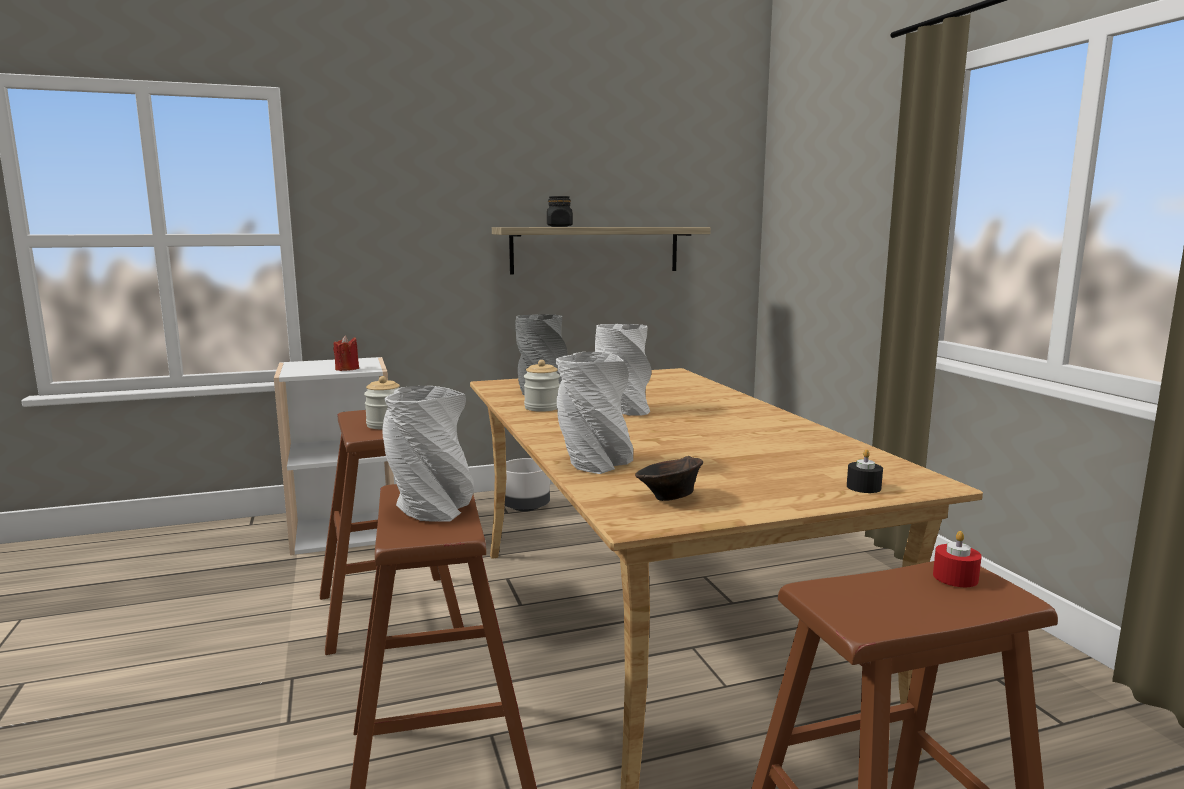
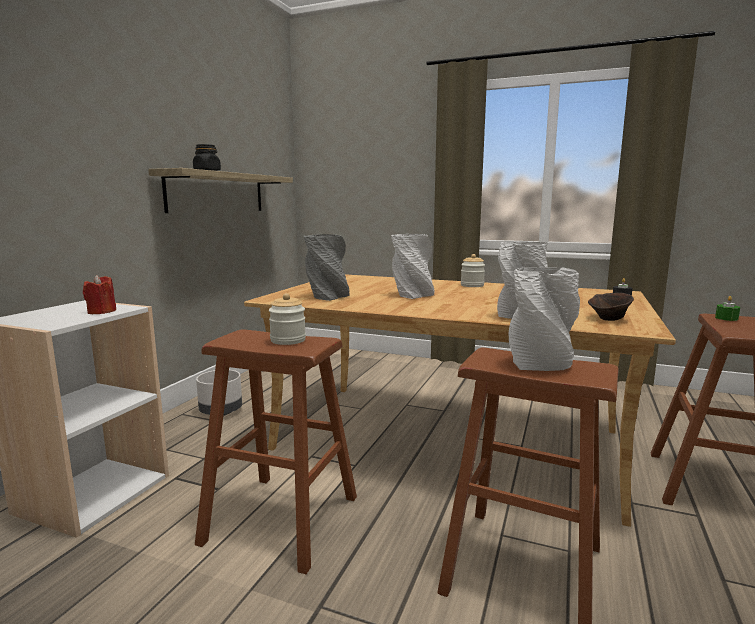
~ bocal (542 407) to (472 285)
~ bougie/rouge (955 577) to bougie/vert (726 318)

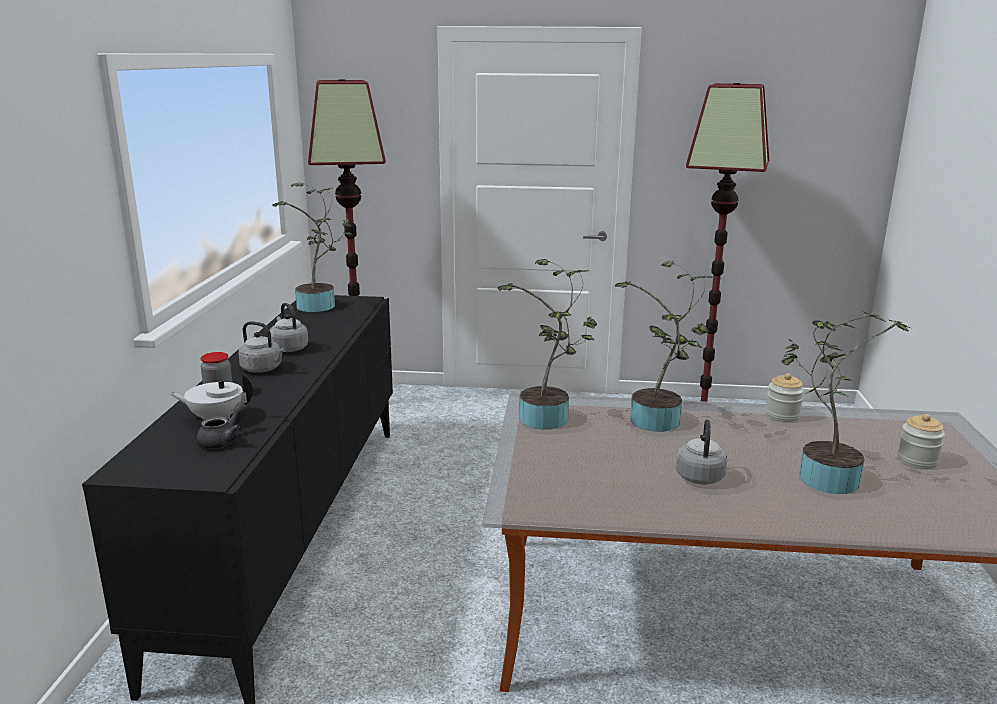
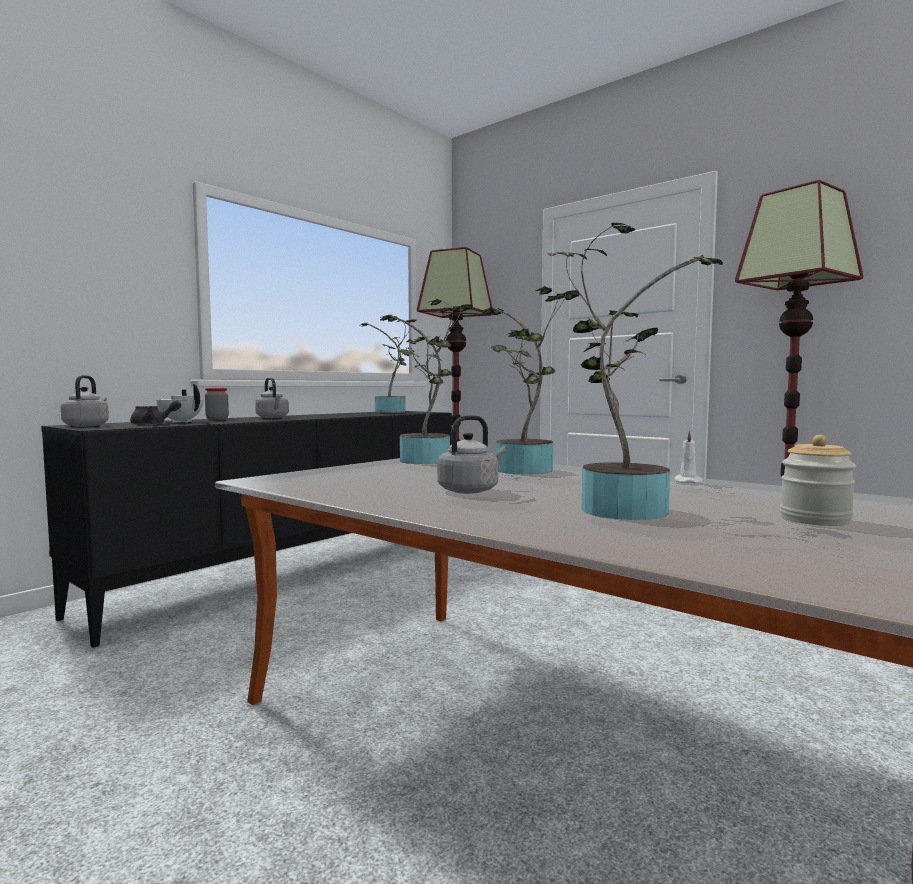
~ bouilloire/gris (288 348) to (87 426)
~ bocal (782 415) to bougie/blanc (687 482)

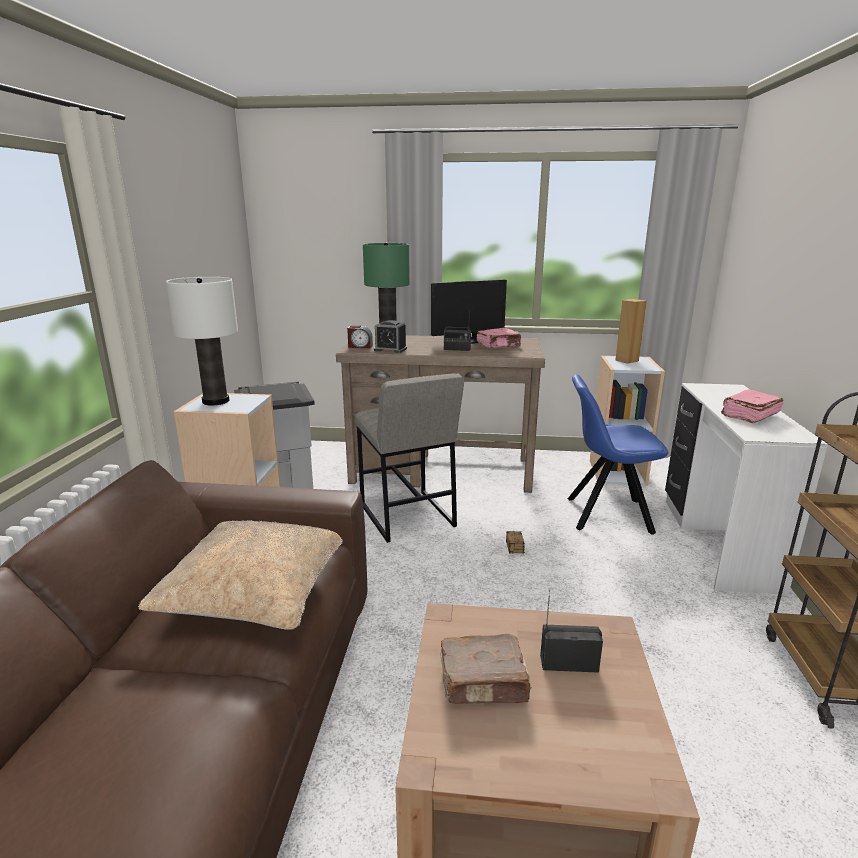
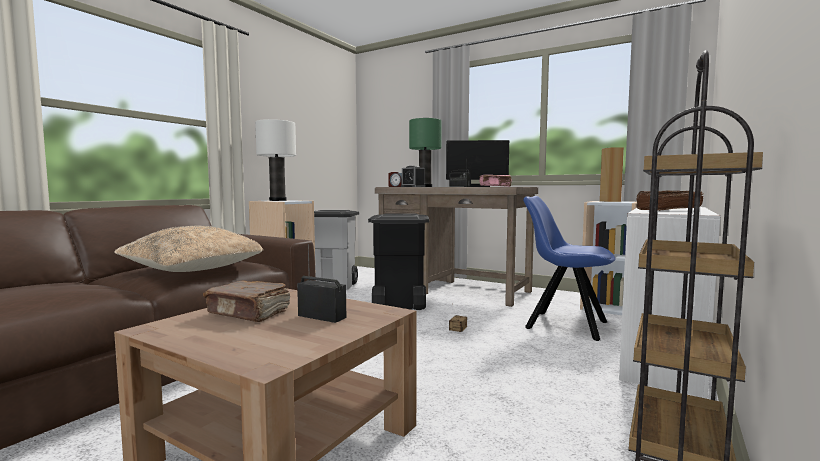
~ chaise/gris (408 516) to poubelle/noir (398 305)
~ livre/rose (749 415) to livre/marron (667 210)

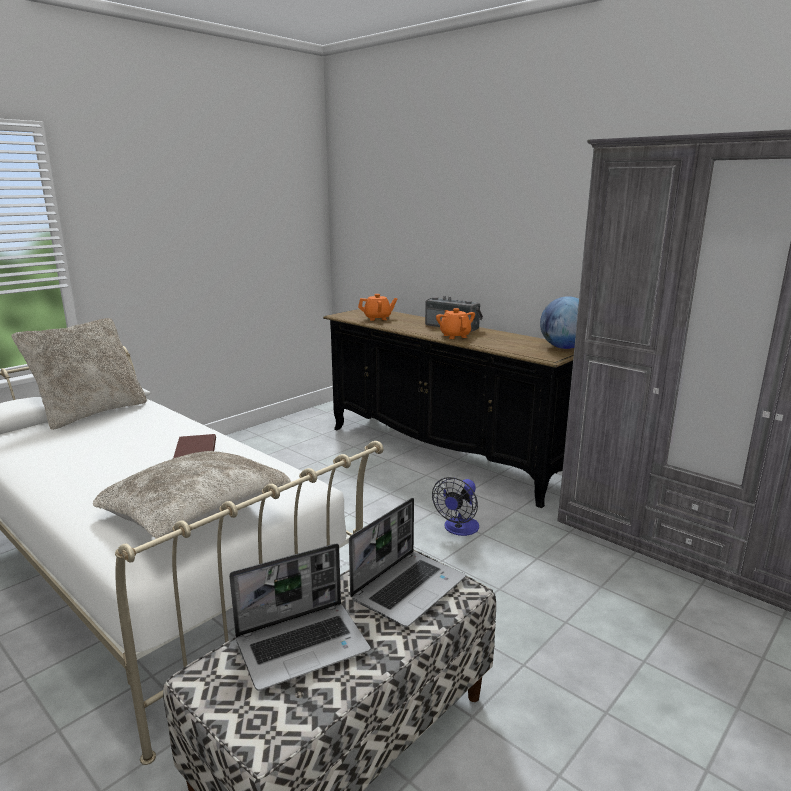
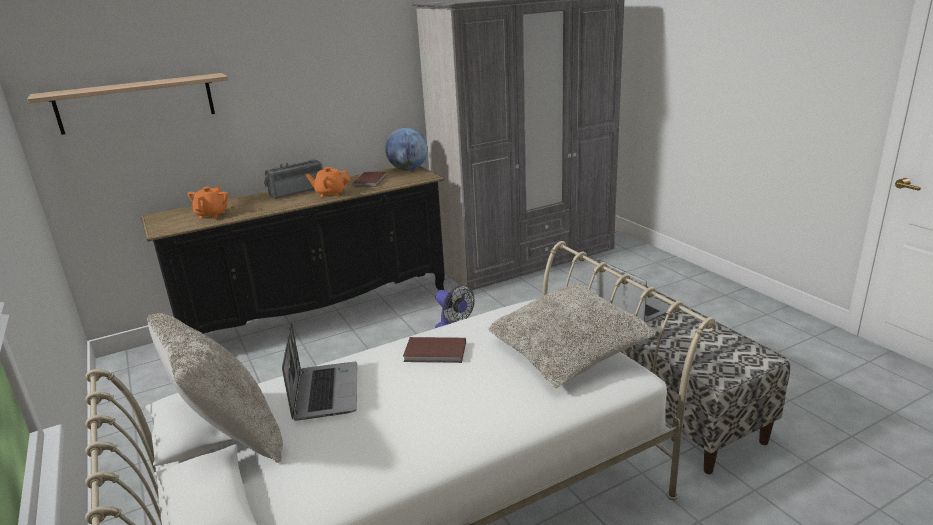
~ ordinateur portable (303 645) to (325 391)
+ étagère (136 103)
+ livre/marron (371 181)

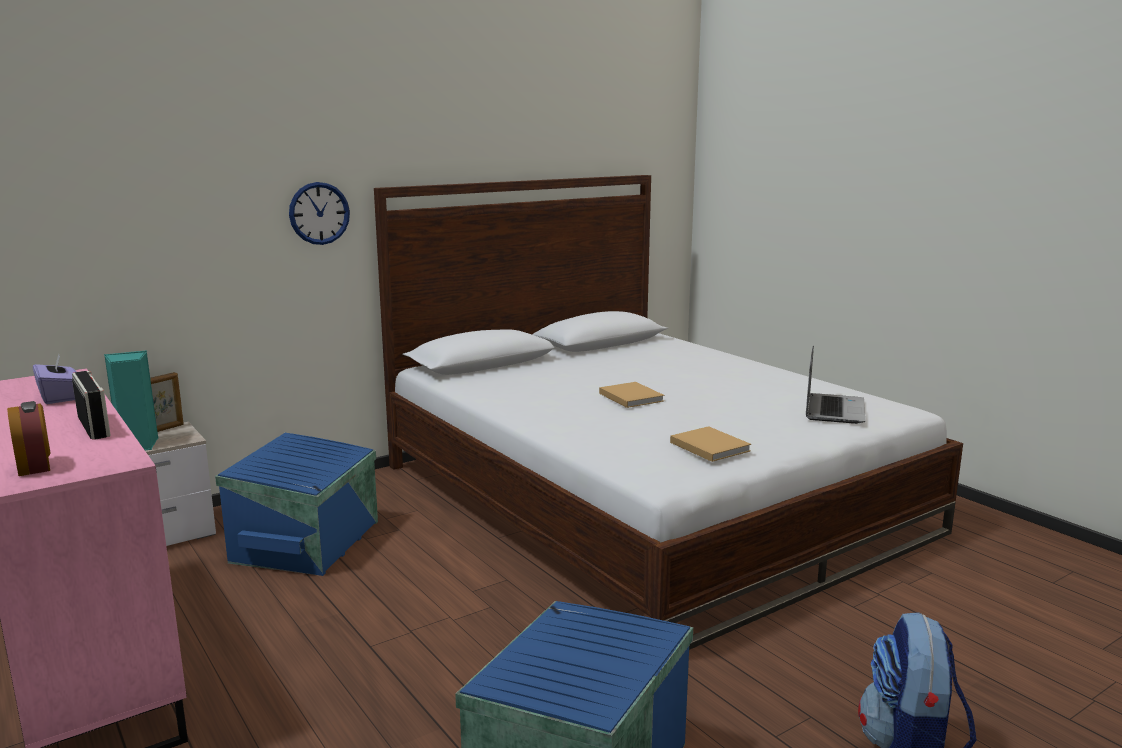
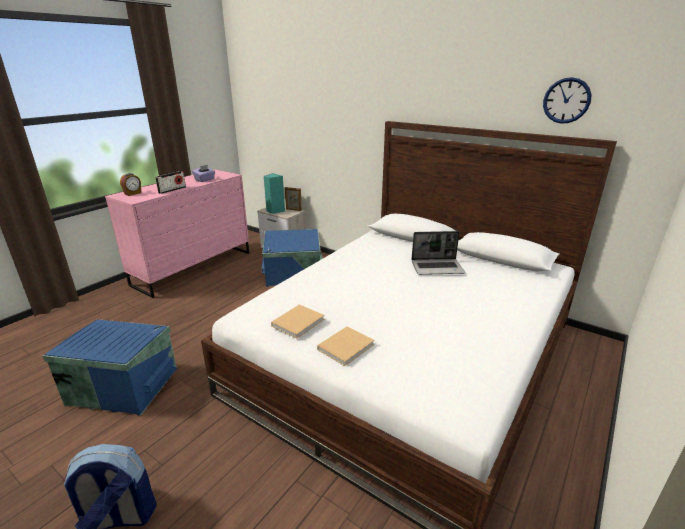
~ horloge murale (319 213) to (566 100)
~ livre/beige (630 396) to (347 346)
~ ordinateur portable (833 410) to (437 267)

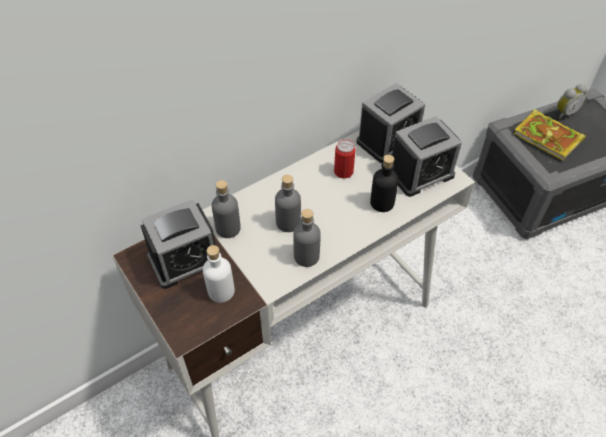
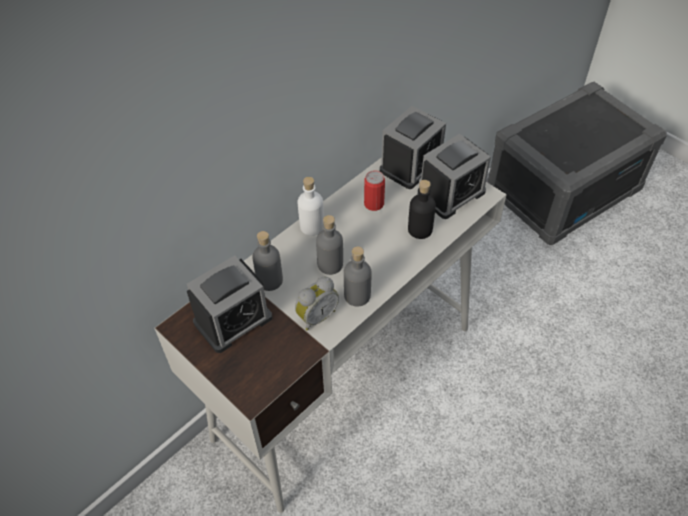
~ bouteille/blanc (221 291) to (312 226)
- livre (549 138)
~ réveil (564 113) to (316 316)

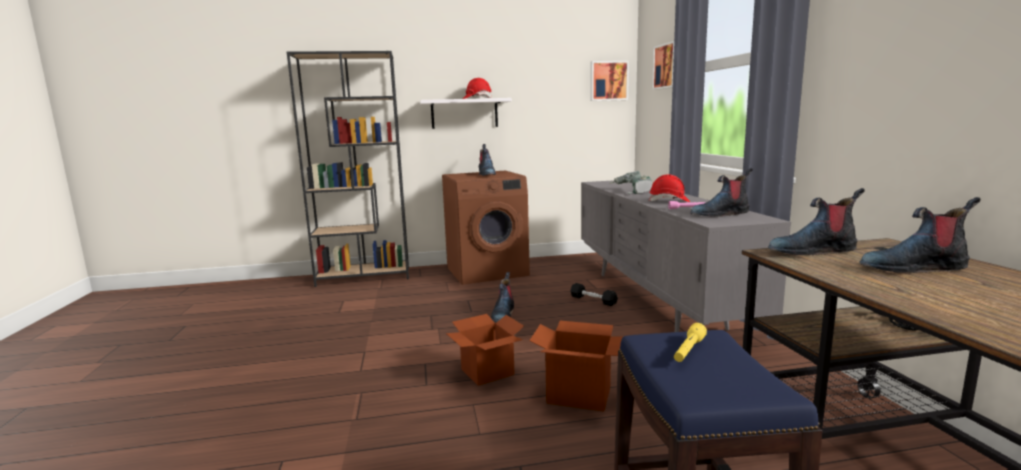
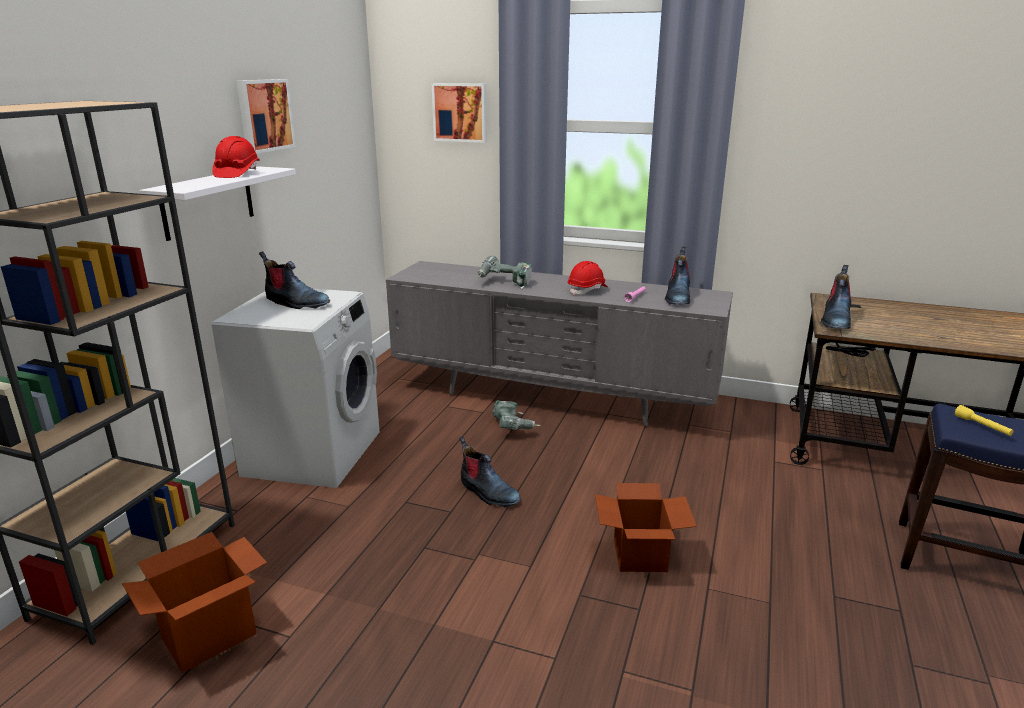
~ lave-linge/marron (487 271) to lave-linge/blanc (315 452)
~ carton (579 395) to (210 636)
~ haltère/noir (593 300) to perceuse (514 427)
~ tableau (608 81) to (264 115)
- botte (912 268)

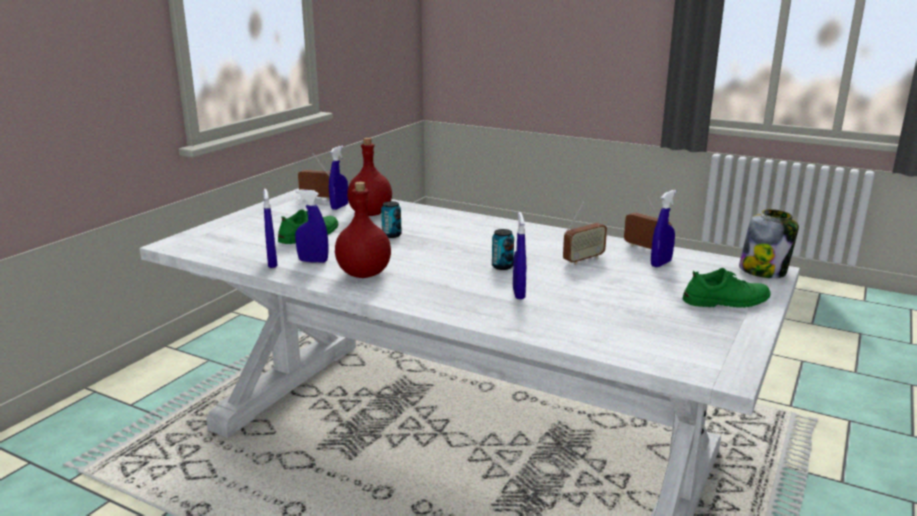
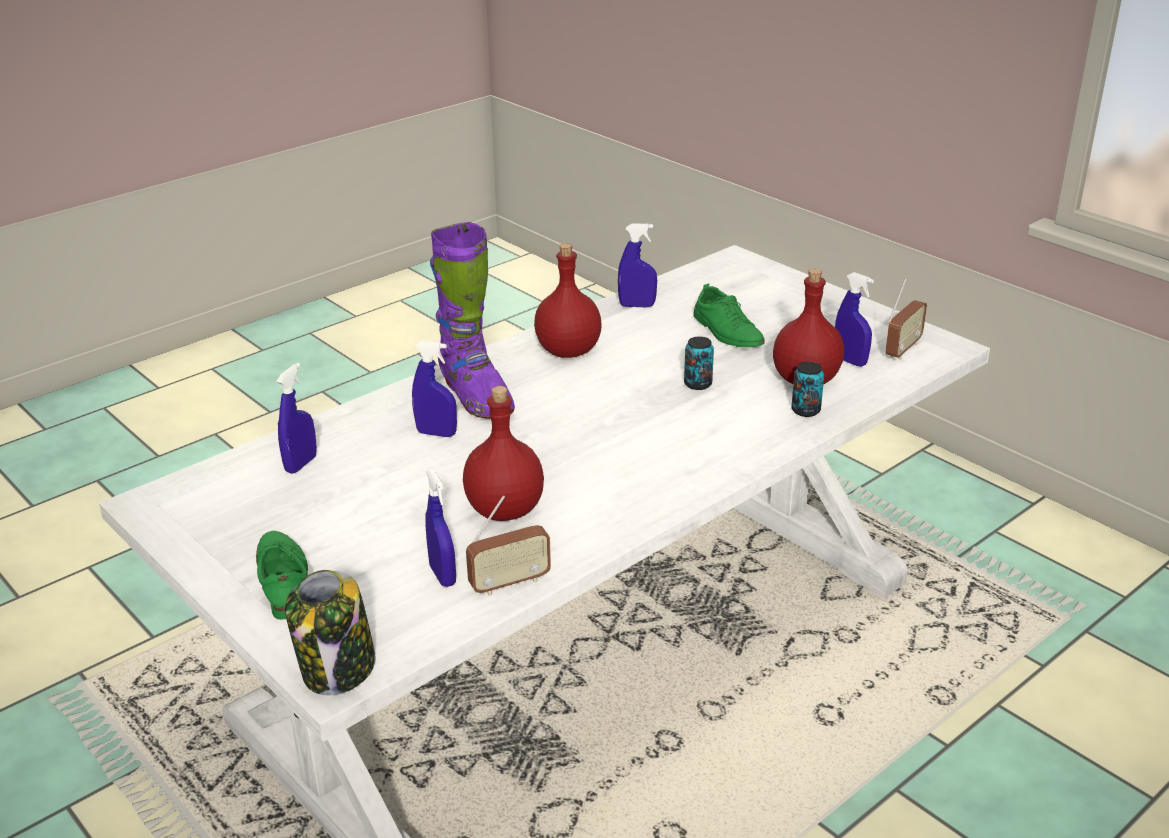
~ vaporisateur/bleu (313 261) to (301 464)
~ boîte métallique (502 266) to (805 410)
~ radio (583 260) to bouteille/rouge (506 510)
~ chaussure/vert (726 301) = (284 581) 150 degrees clockwise
+ botte/violet (475 397)

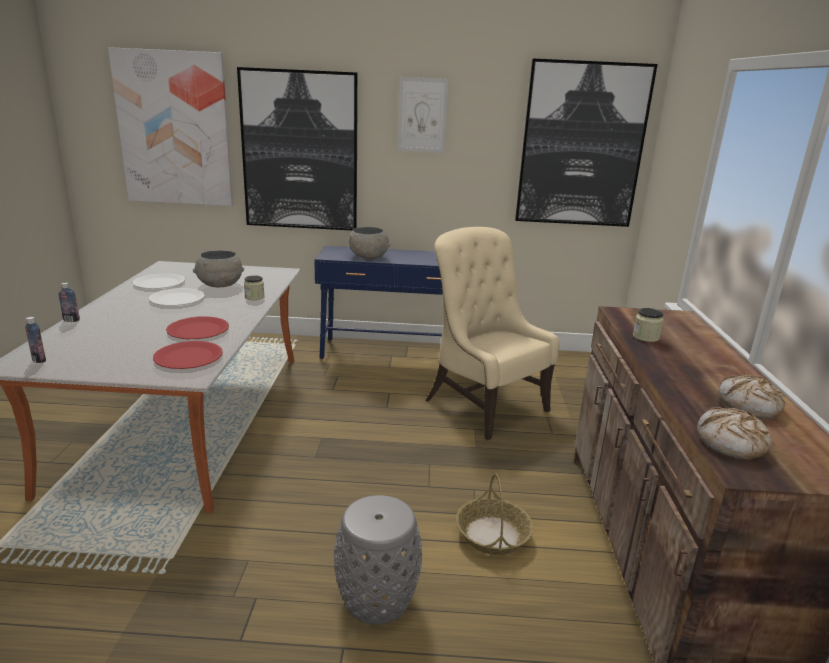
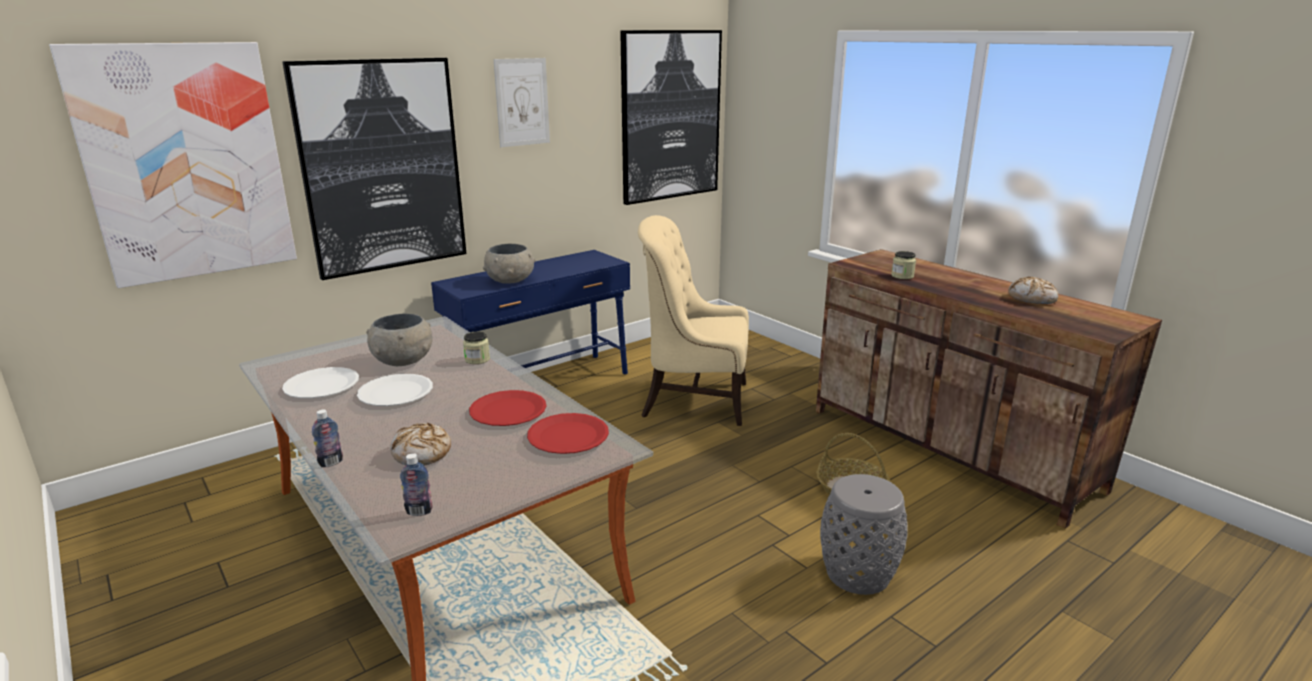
~ pain (731 443) to (421 453)

